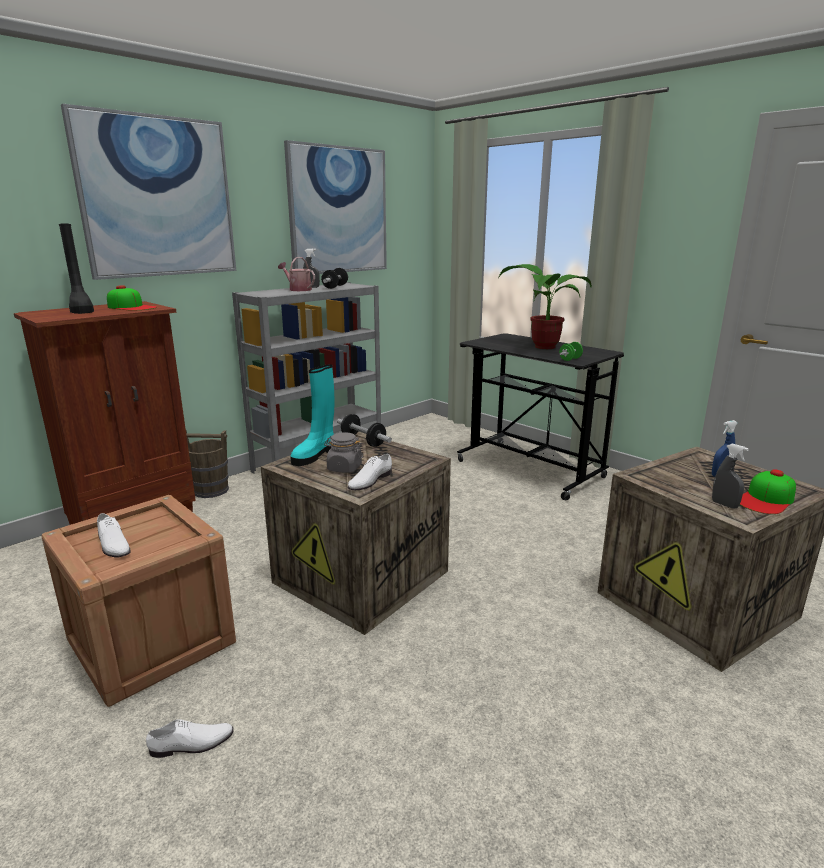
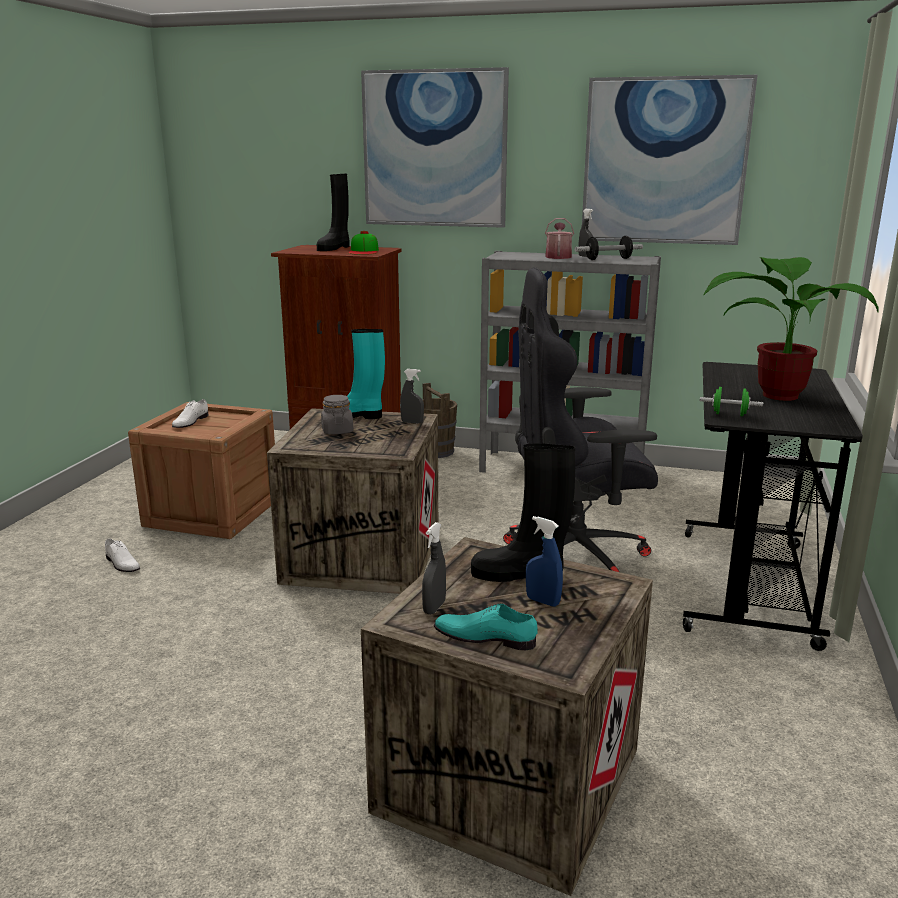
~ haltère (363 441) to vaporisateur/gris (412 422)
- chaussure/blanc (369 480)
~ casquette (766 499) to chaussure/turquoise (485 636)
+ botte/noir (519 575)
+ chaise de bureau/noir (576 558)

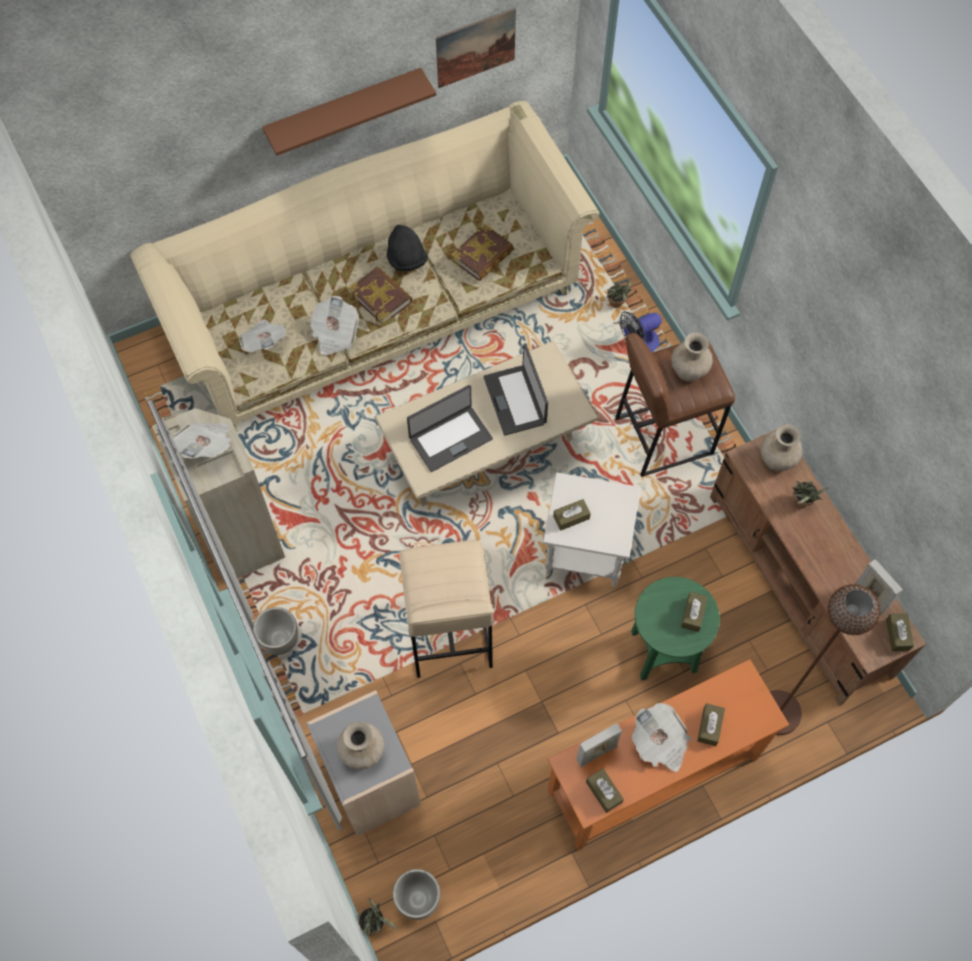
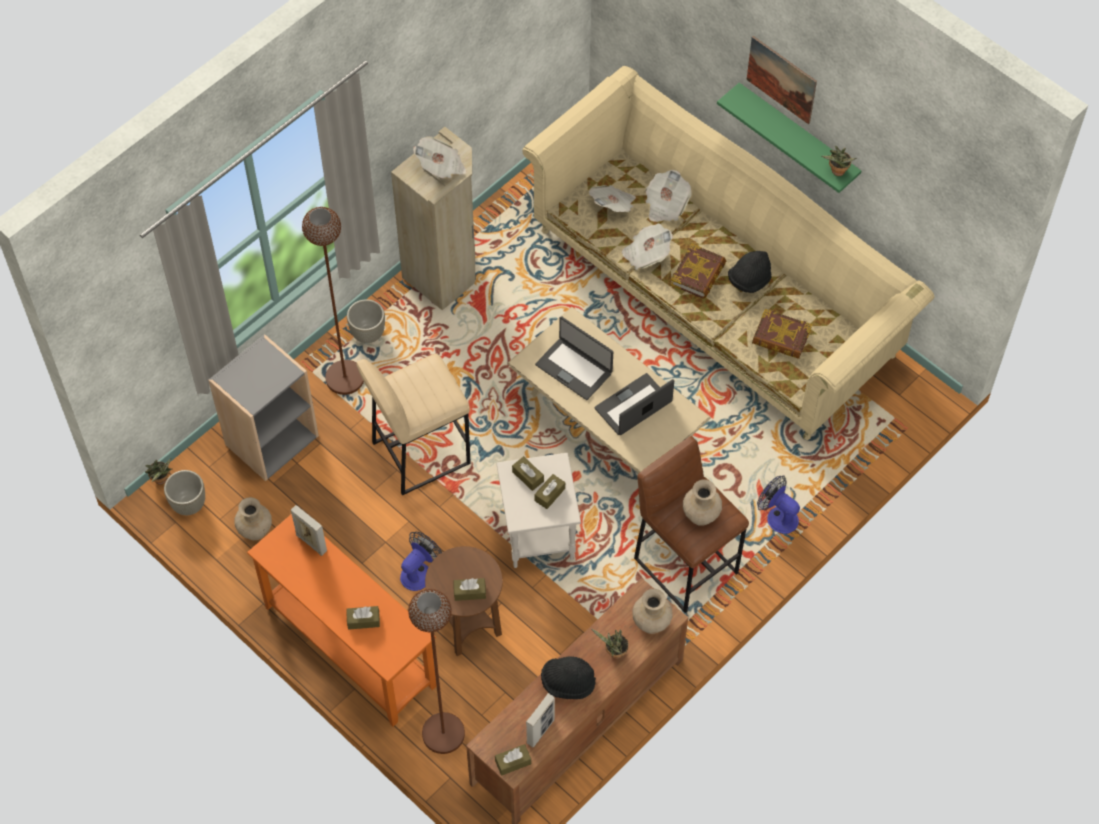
~ étagère/marron (344 110) to étagère/vert (797 137)
~ vase/beige (363 751) to (255 530)
~ tableau (475 48) to (781 79)
~ boîte à mouchoirs/marron (604 792) to (549 494)
~ plante en pot (617 304) to (837 172)
~ table d'appoint/vert (663 651) to table d'appoint/marron (467 624)
~ journal (659 743) to (665 205)
+ lampadaire/marron (344 378)
+ ventilateur (420 572)
+ chapeau/noir (567 683)

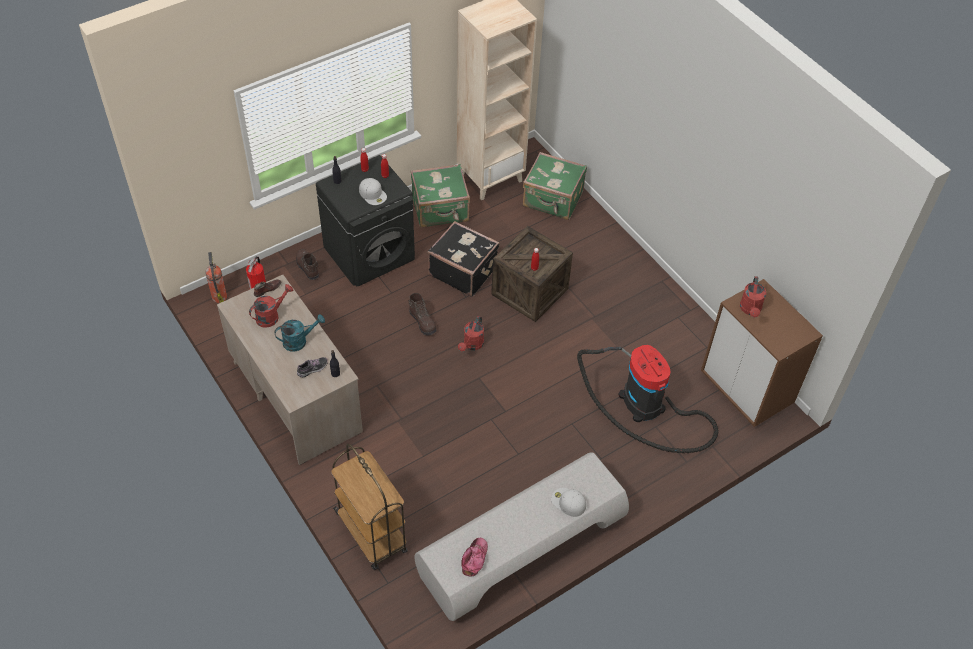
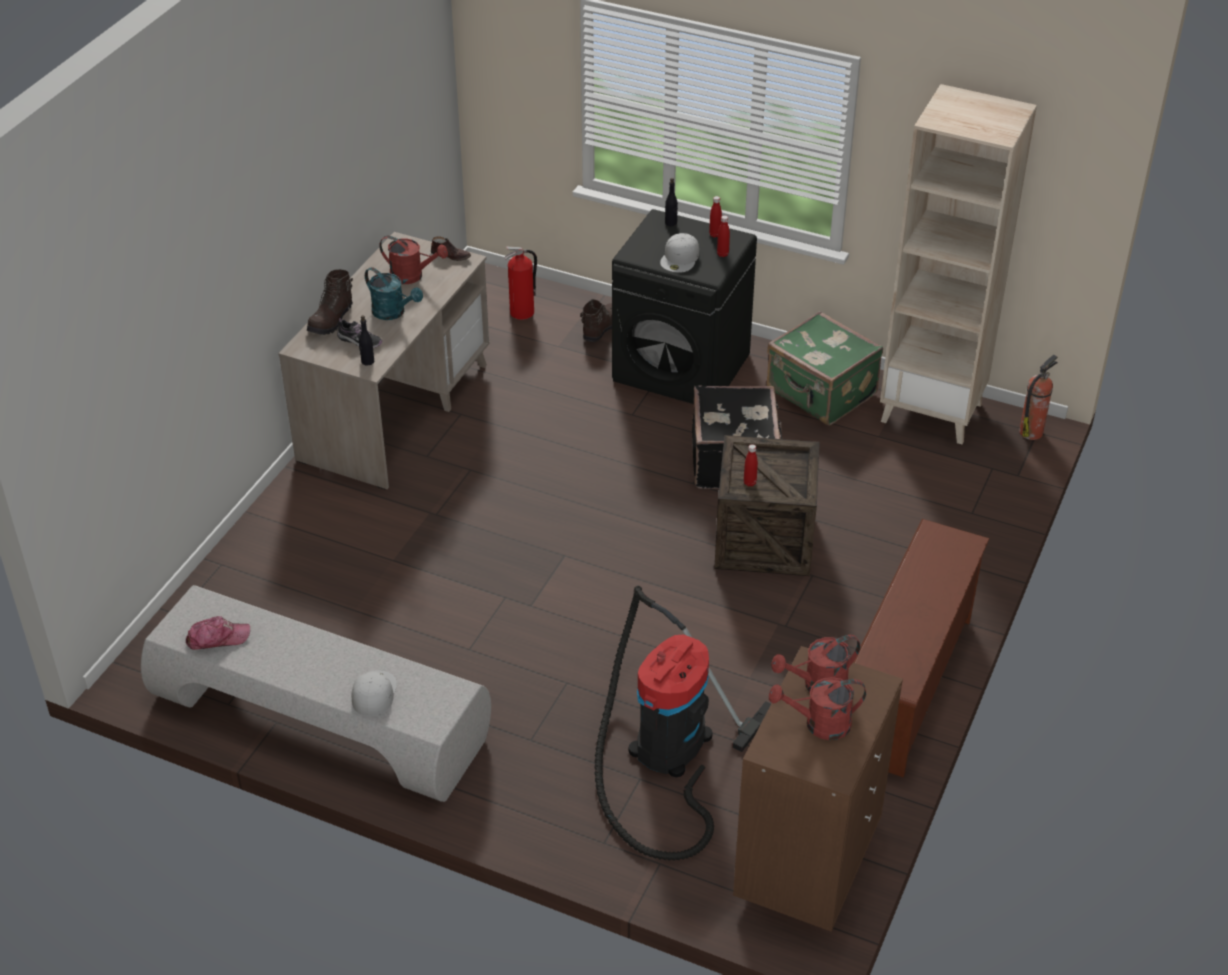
~ extincteur (219 296) to (1032 431)
- chariot/marron (371 534)
~ botte/marron (423 322) to (332 320)
~ arrosoir/rouge (472 345) to (819 725)
- valise/vert (553 200)
+ étagère à chaussures/marron (907 687)

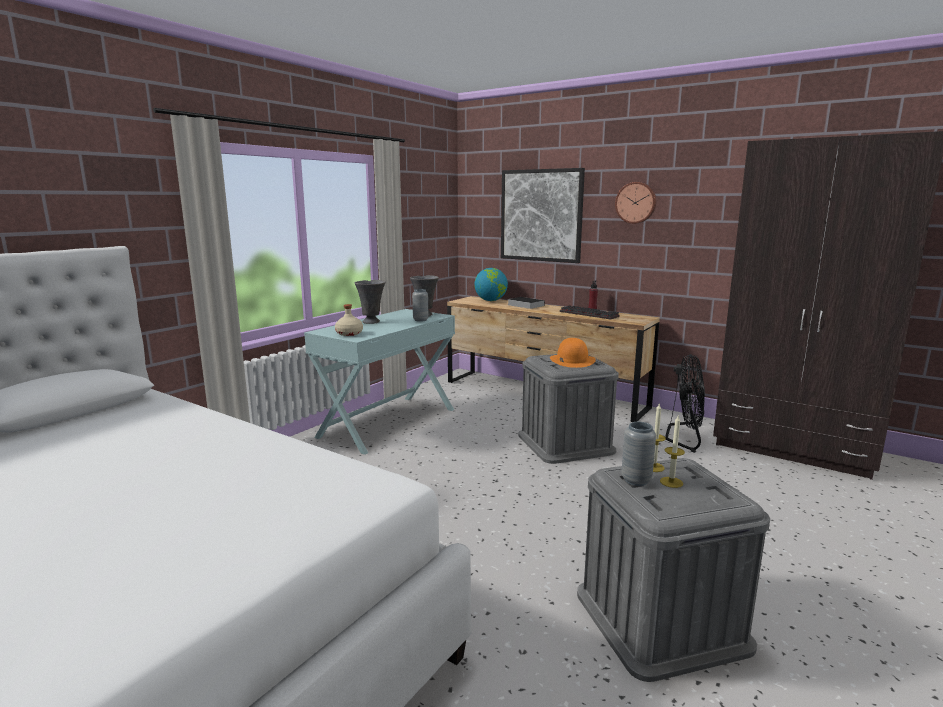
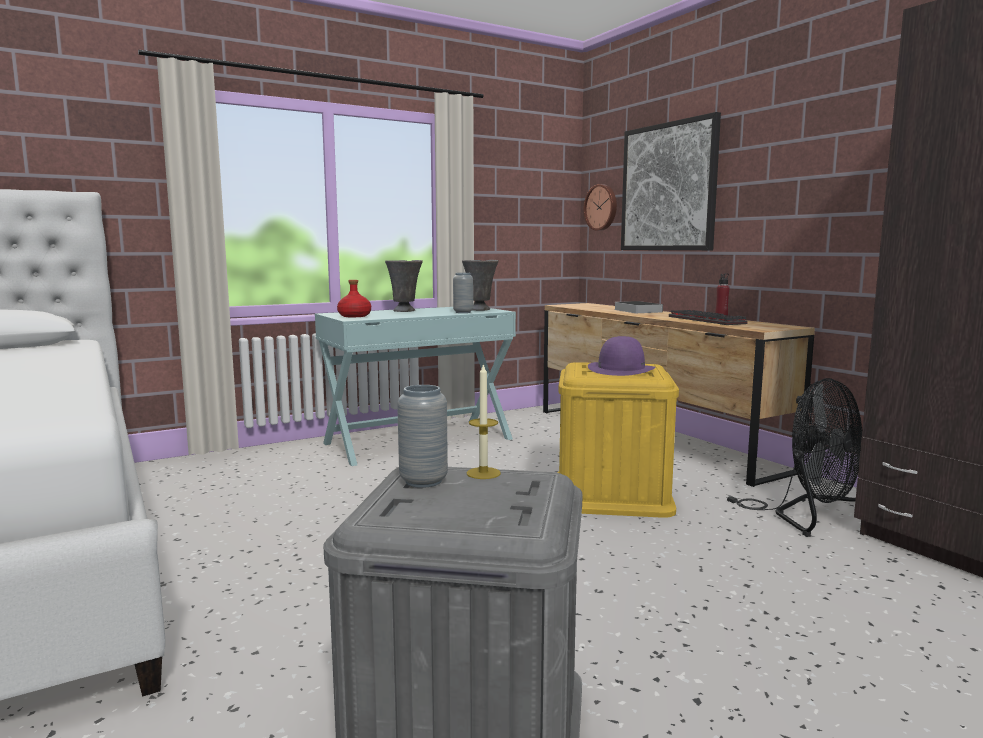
~ bouteille/beige (349 334) to bouteille/rouge (354 316)
- globe (491 300)
~ boîte de rangement/gris (565 443) to boîte de rangement/jaune (612 493)
~ chapeau/orange (572 360) to chapeau/violet (621 369)
~ horloge murale (636 202) to (601 207)
- bougie (671 482)

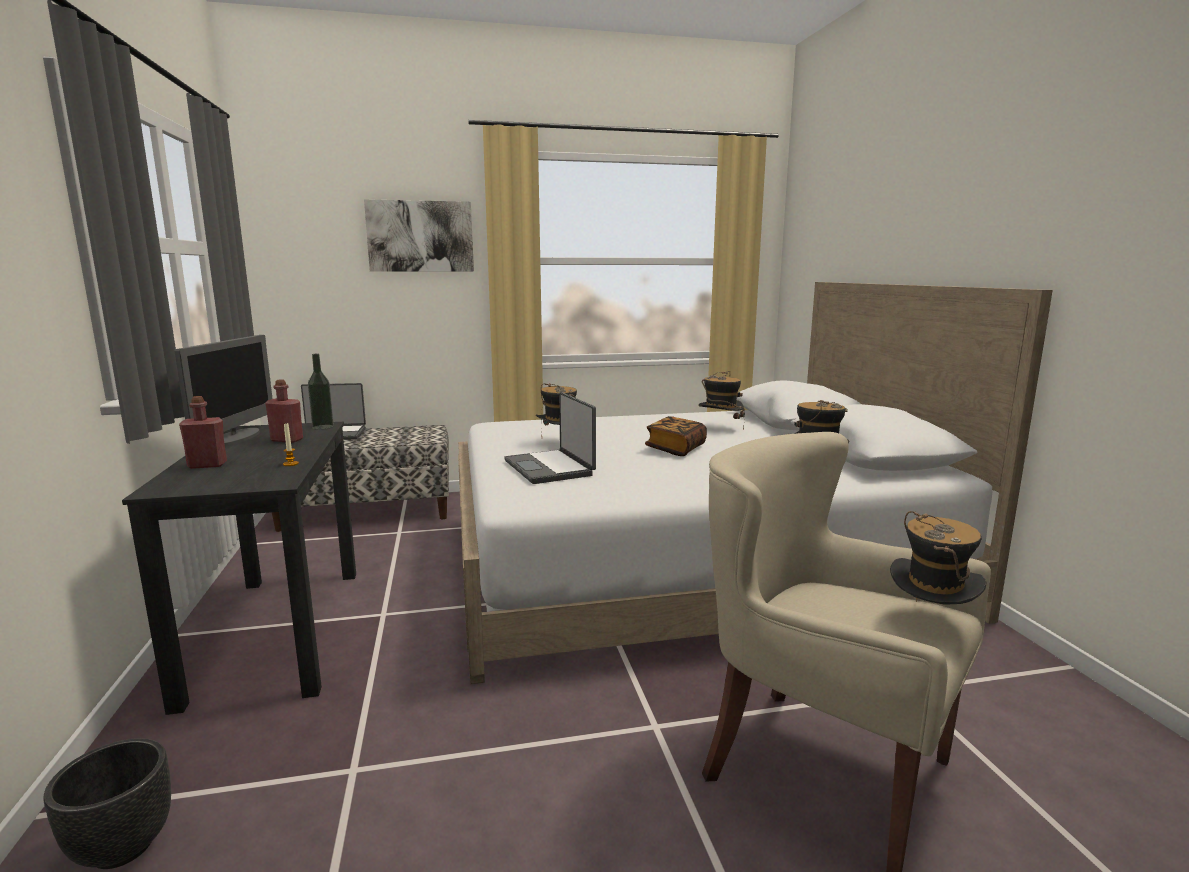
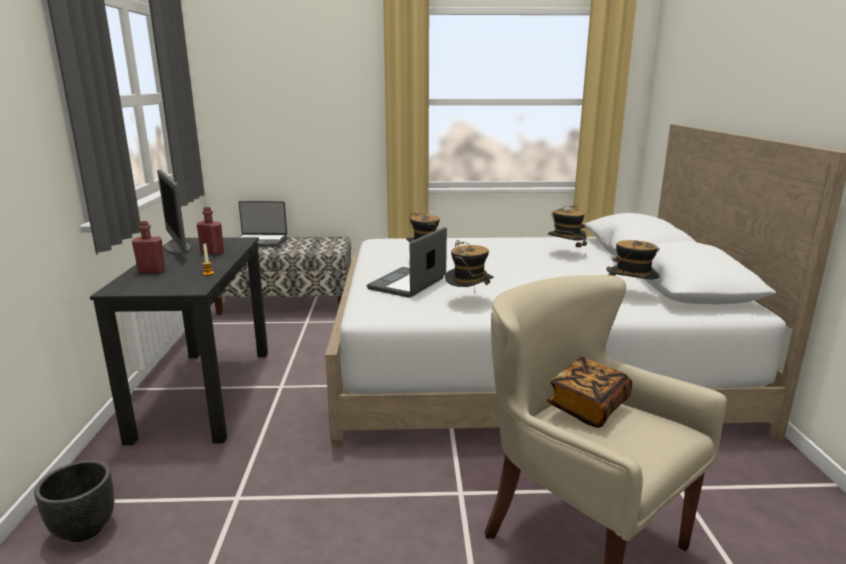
~ écran d'ordinateur (236 438) = (177 248) 135 degrees clockwise
- bouteille (323 427)
- tableau (420 236)
~ ordinateur portable (550 468) = (408 284) 45 degrees clockwise
~ livre (675 449) to (588 407)
~ chapeau (930 624) to (468 302)

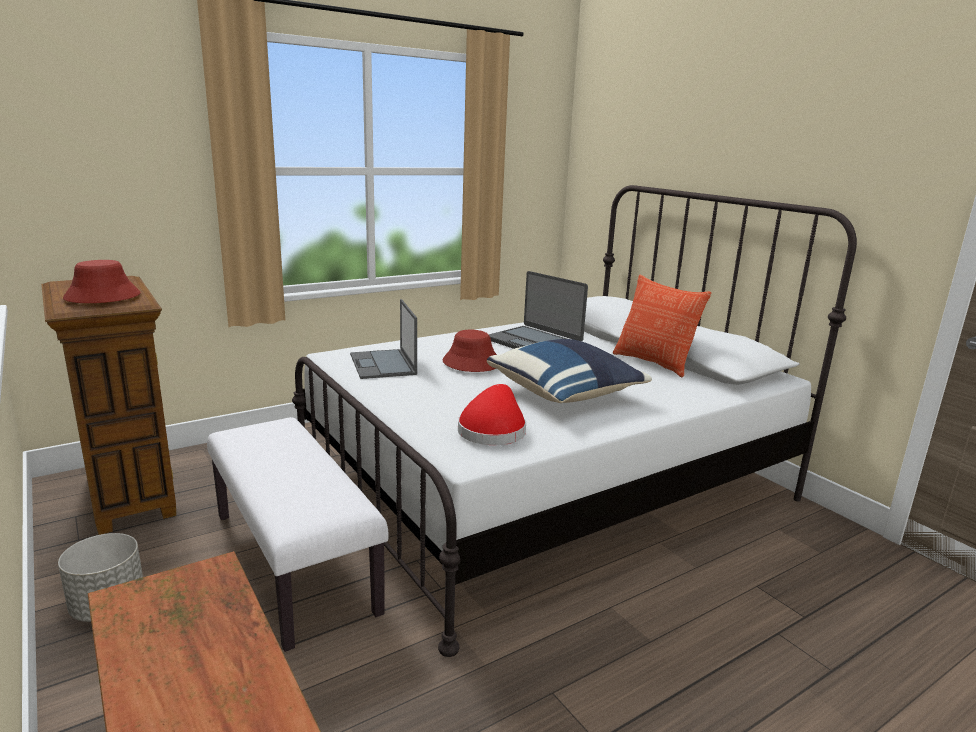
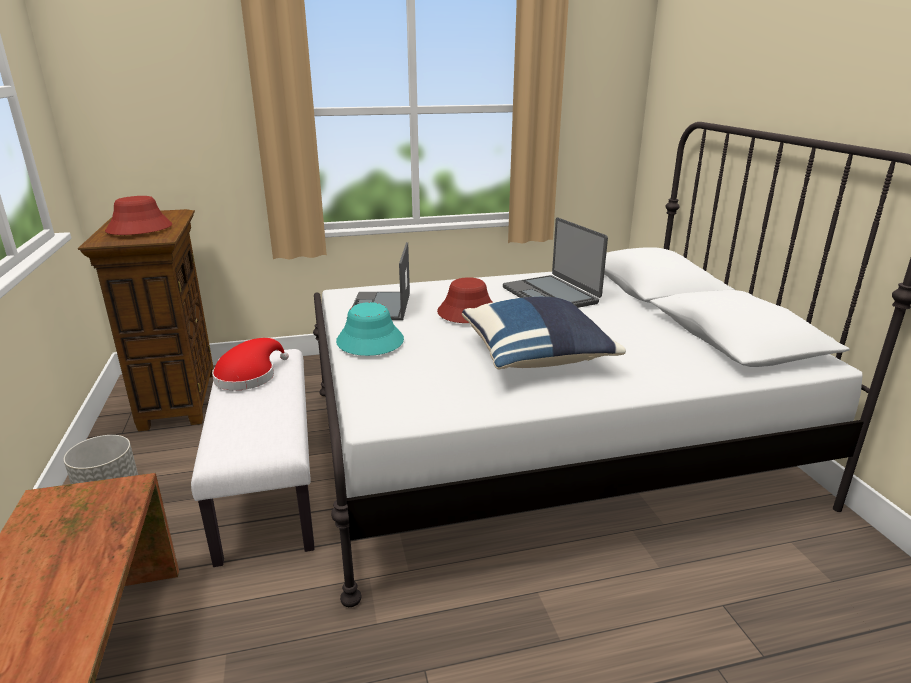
~ chapeau/rouge (492 430) to (249 376)
- coussin/orange (654 363)
+ chapeau/turquoise (369 341)

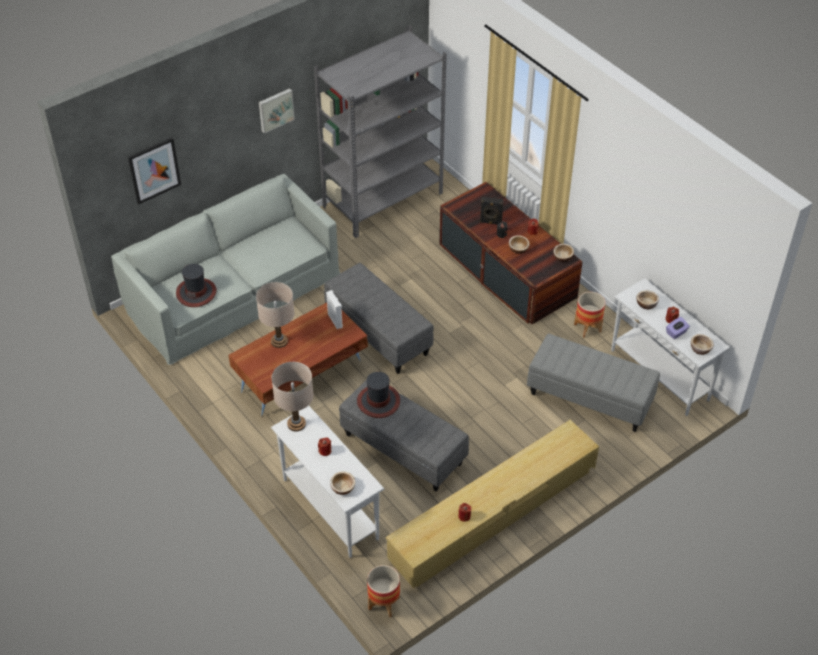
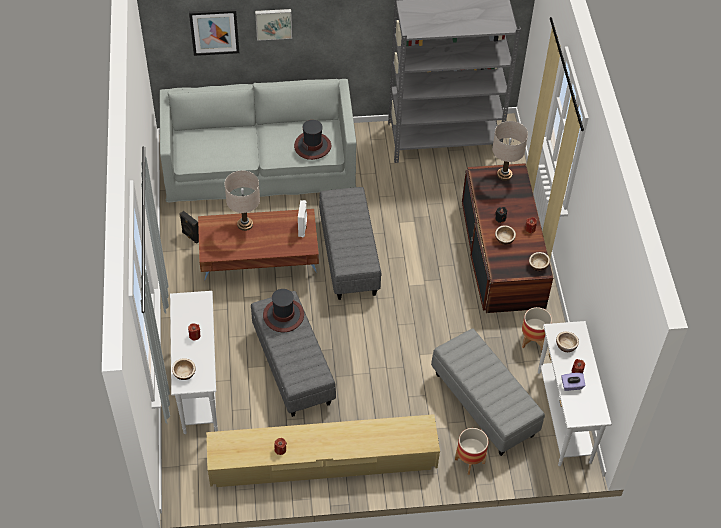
~ chapeau (196 292) to (312 146)
~ tableau (275 109) to (273 23)
~ lampe de table/beige (296 424) to (504 174)
~ cache-pot (384 604) to (469 461)
~ enceinte/noir (490 222) to (190 236)
- bol (700 349)

